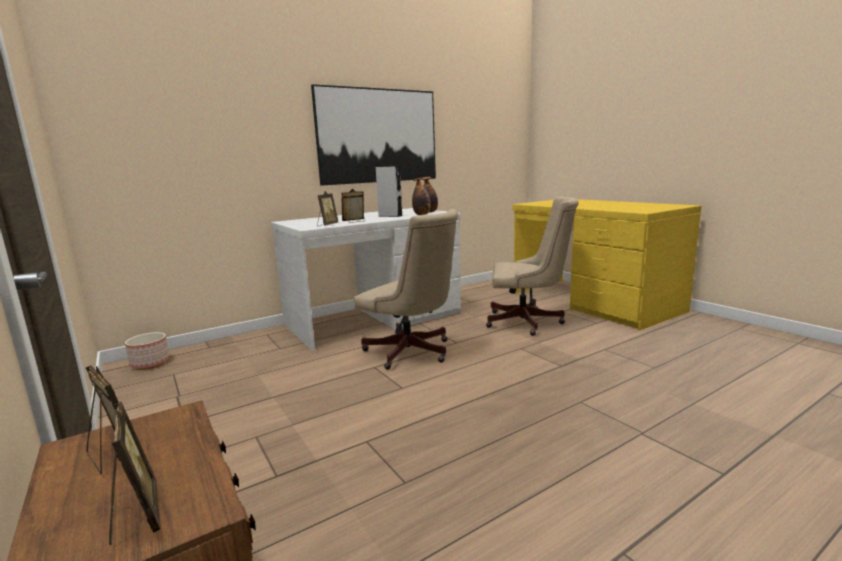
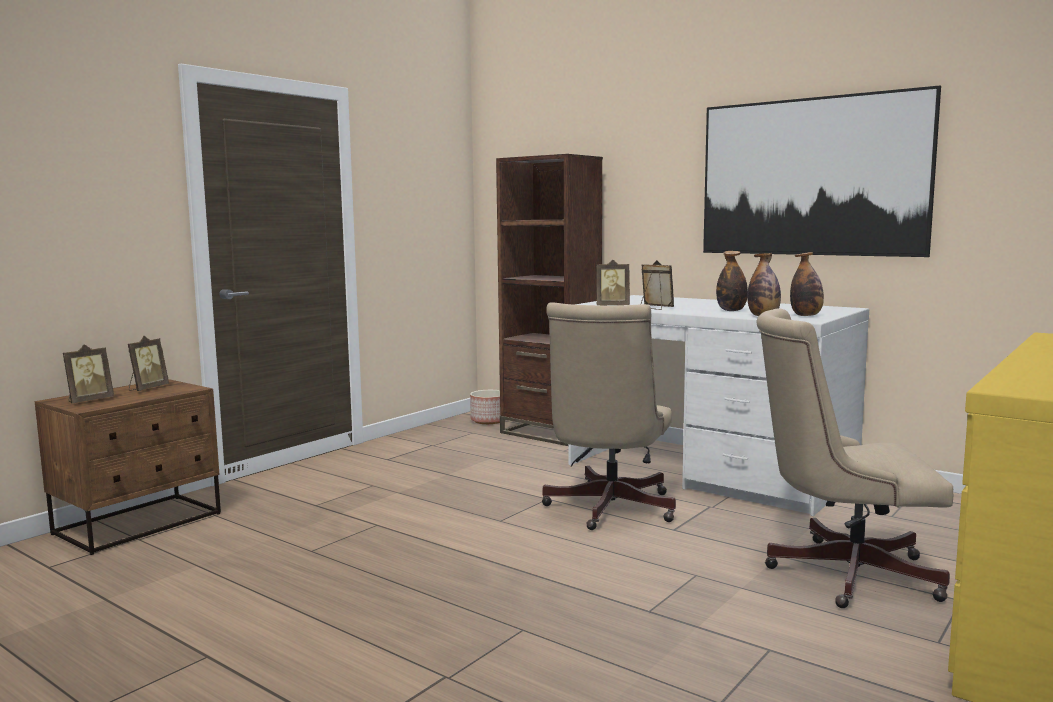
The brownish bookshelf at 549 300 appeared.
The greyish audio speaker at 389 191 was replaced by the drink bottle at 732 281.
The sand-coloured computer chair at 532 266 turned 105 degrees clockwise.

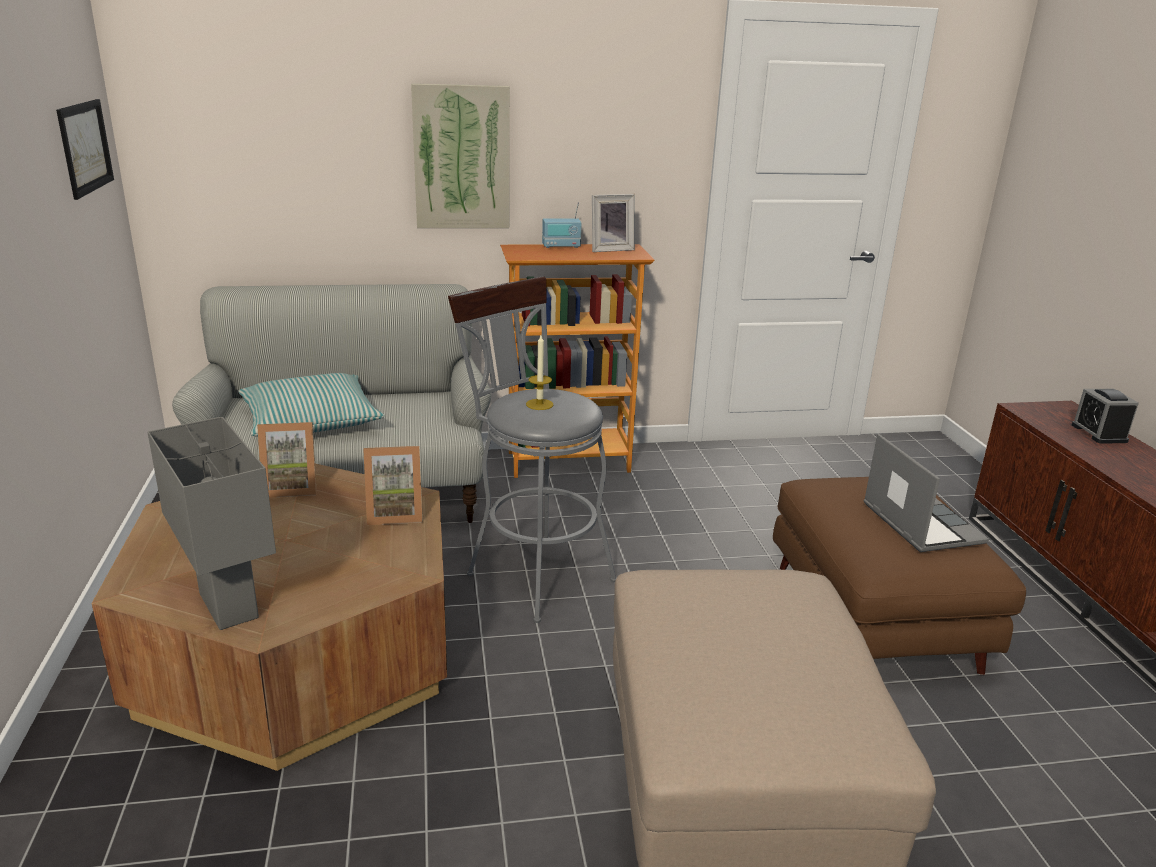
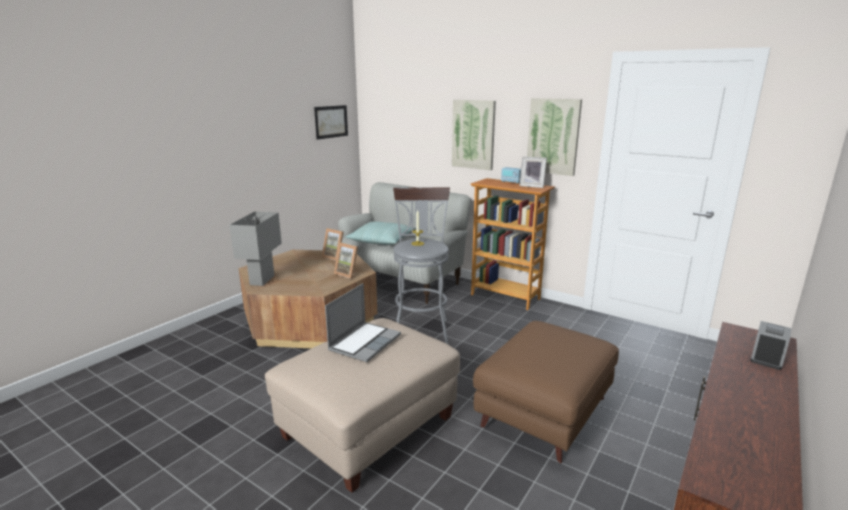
The picture at 554 137 appeared.
The portable computer moved from 926 493 to 363 322.

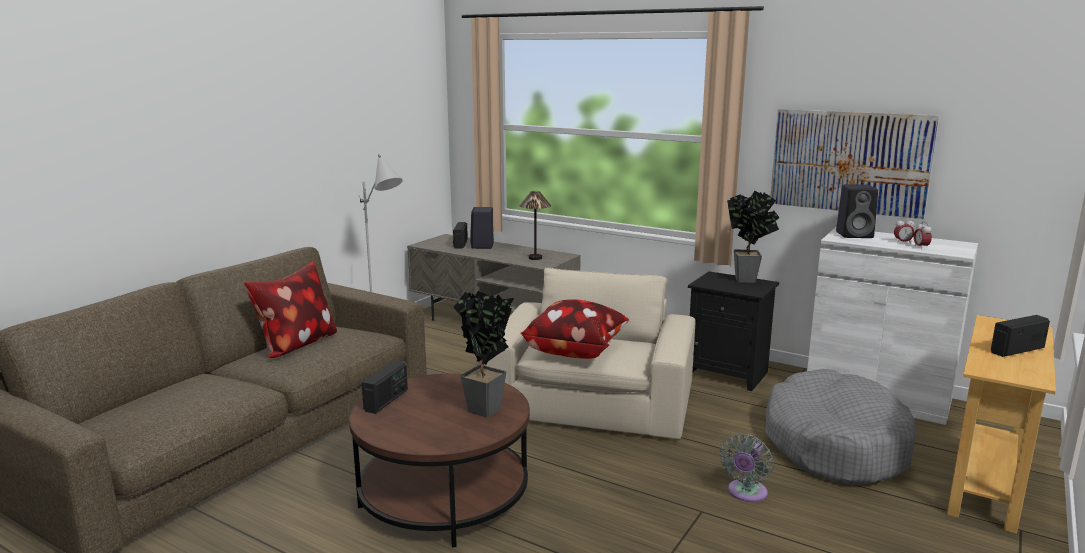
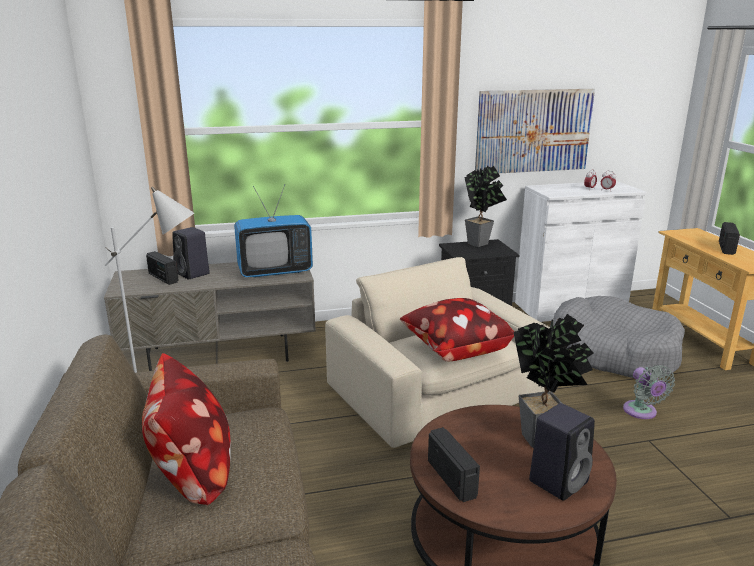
The black-coloured audio speaker moved from 857 211 to 562 452.
The lamp for a table at 535 225 was replaced by the television at 273 231.

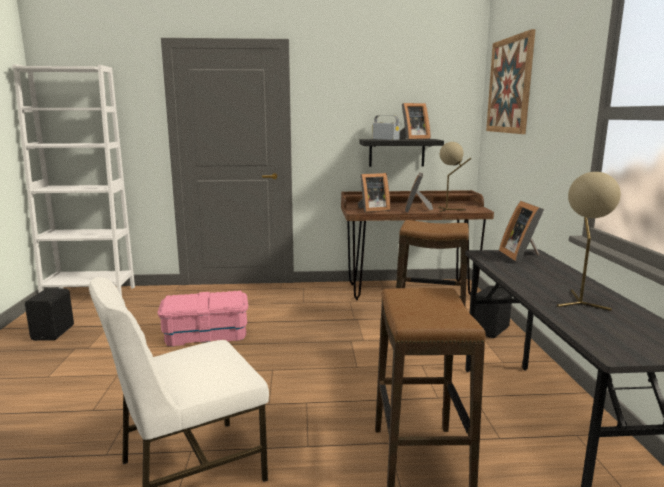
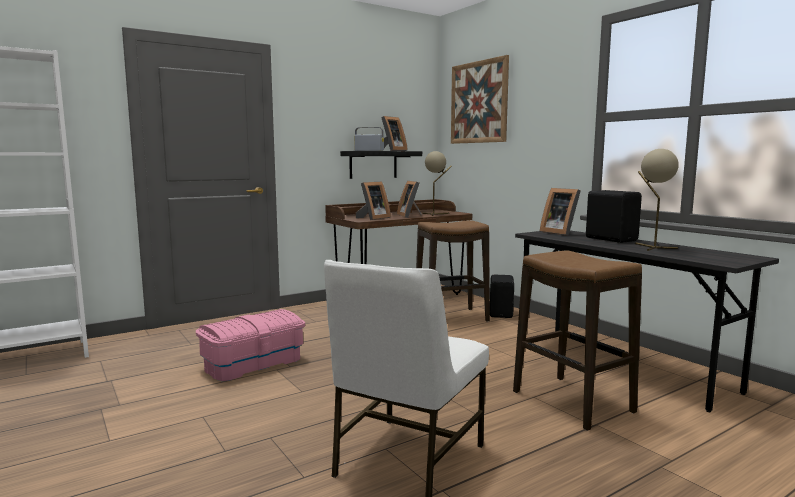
The black-coloured audio speaker moved from 49 314 to 614 216.

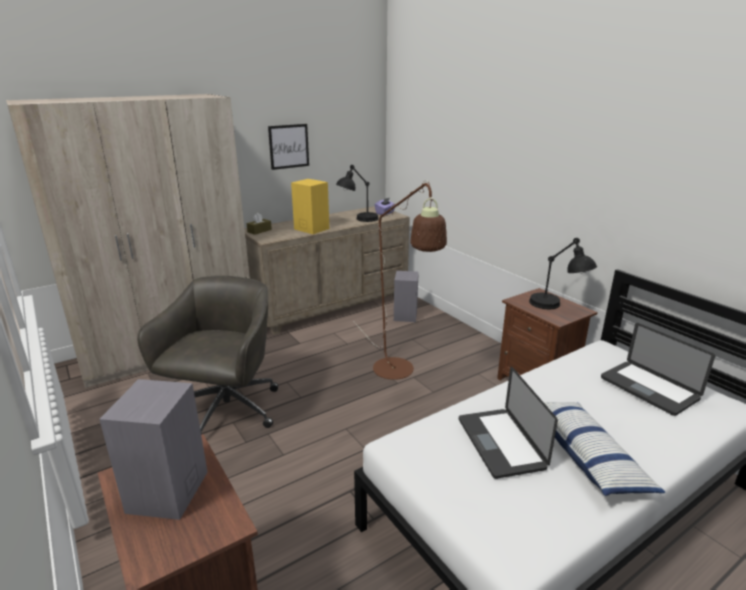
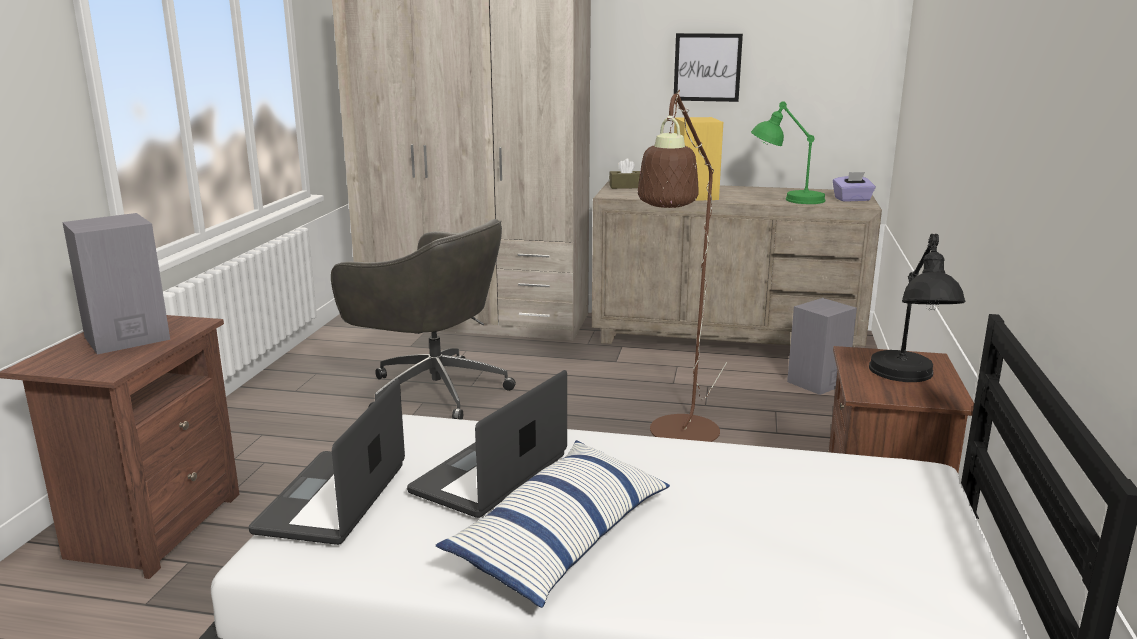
The portable computer moved from 658 369 to 327 462.
The black-coloured lamp for a table at 357 193 became the green lamp for a table at 788 152.
The greyish computer chair at 207 355 turned 60 degrees clockwise.

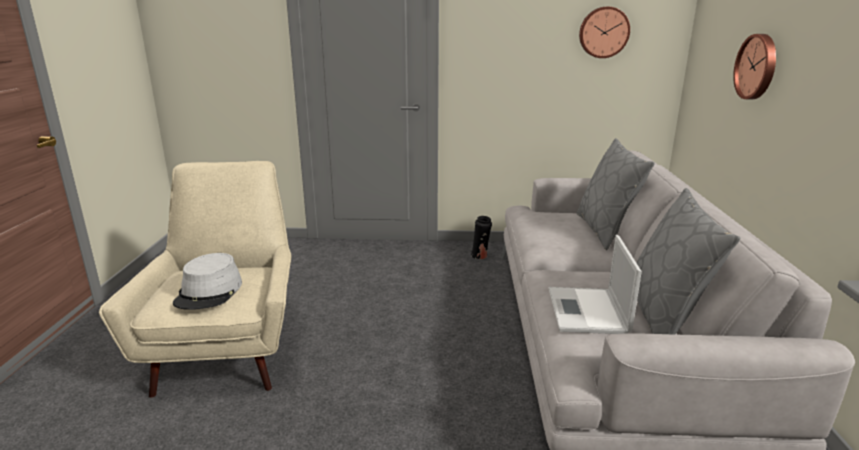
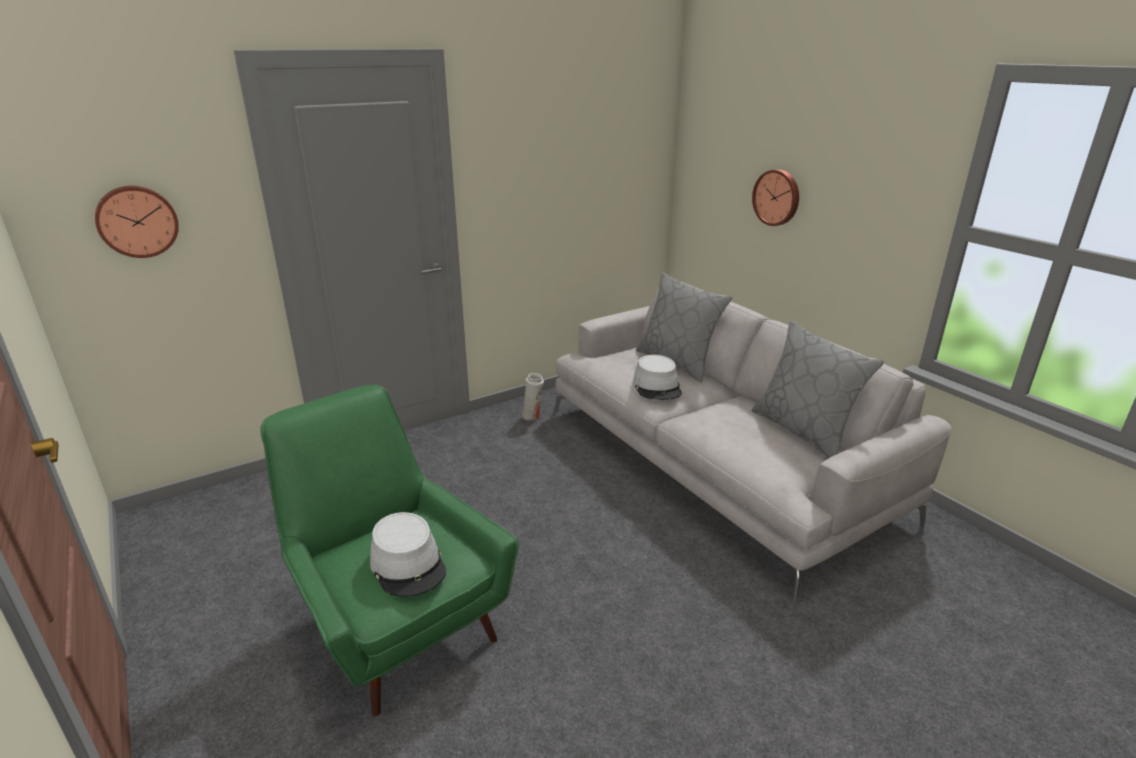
The portable computer at 595 284 disappeared.
The greyish wearable hat at 657 377 appeared.
The wall clock moved from 604 32 to 137 222.
The sand-coloured armchair at 195 279 became the green armchair at 390 551.
The black-coloured decorative vase at 481 237 became the whitish decorative vase at 533 396.

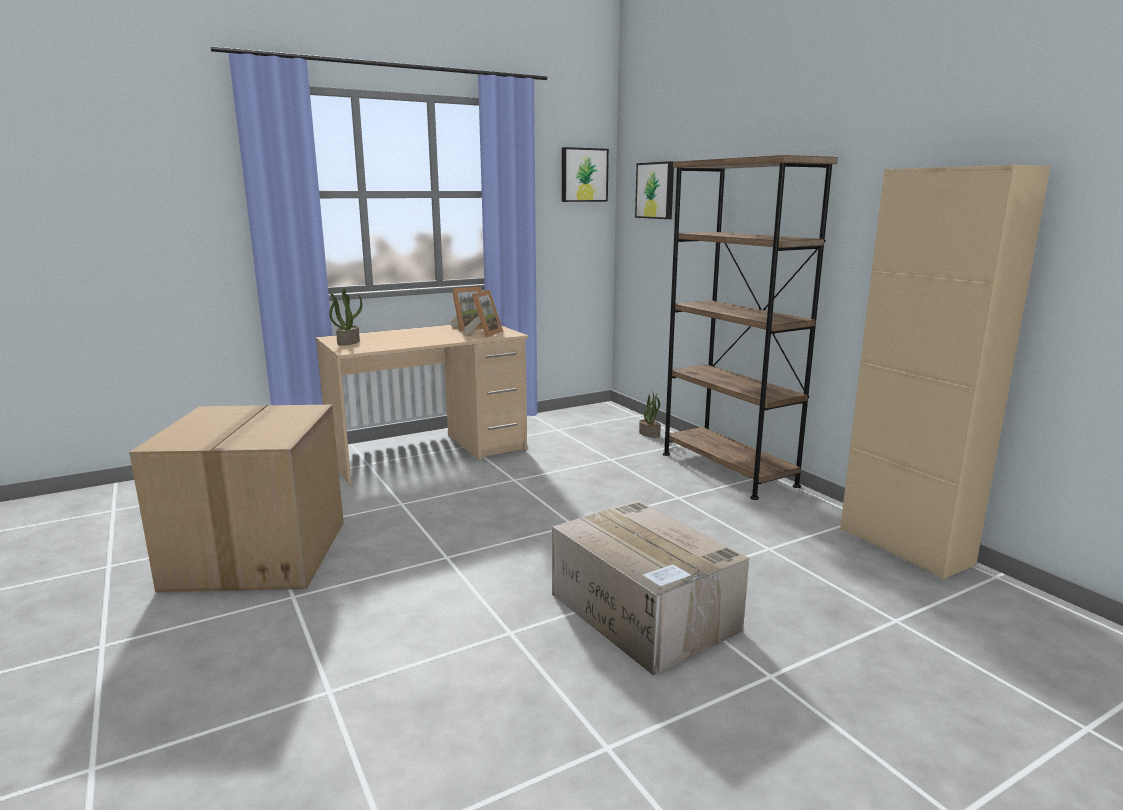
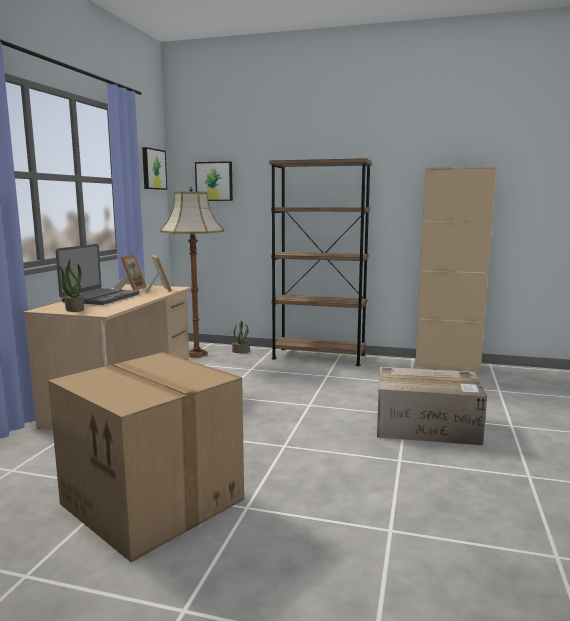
The portable computer at 97 274 appeared.
The standing lamp at 192 272 appeared.

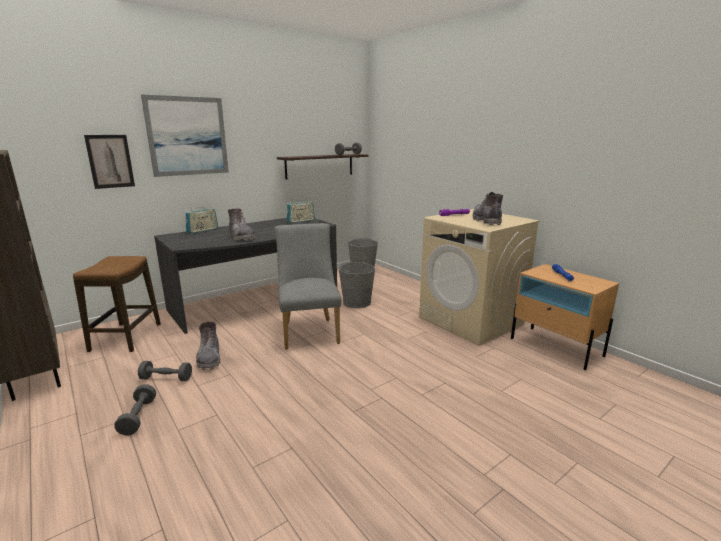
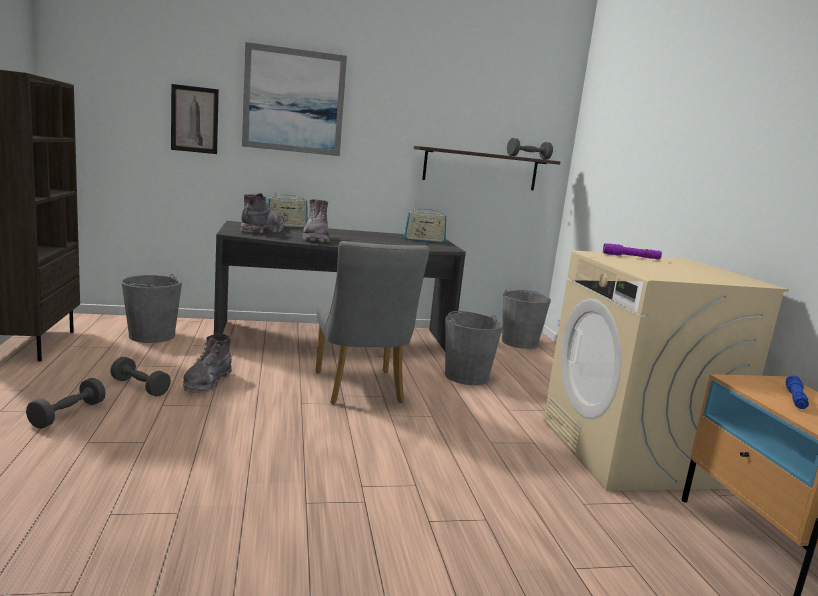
The greyish high-top boot moved from 488 208 to 262 213.
The stool at 117 304 was replaced by the greyish pail at 151 308.
The greyish plain chair at 308 286 turned 150 degrees clockwise.

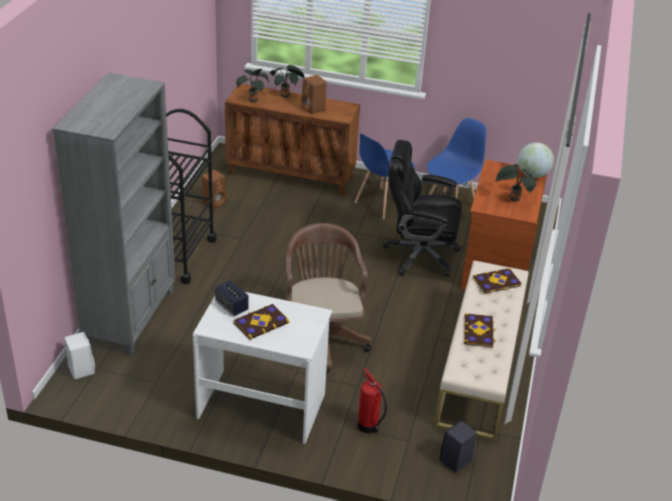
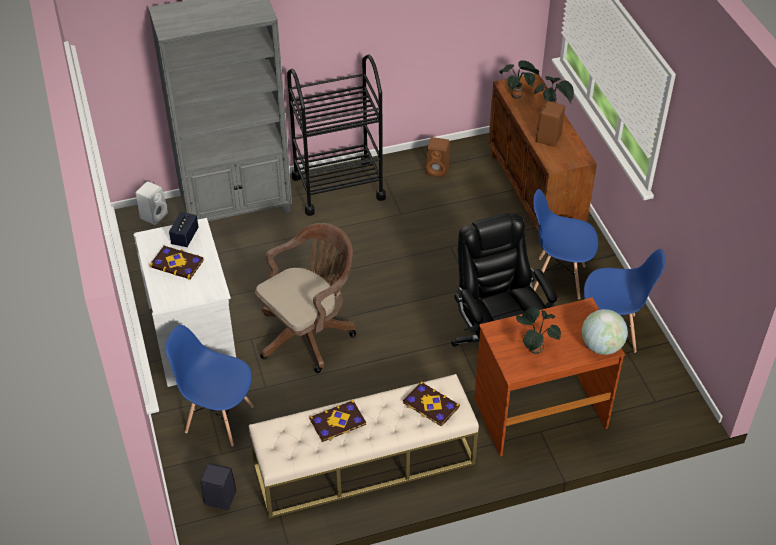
The fire extinguisher at 372 400 was replaced by the blue plain chair at 209 385.

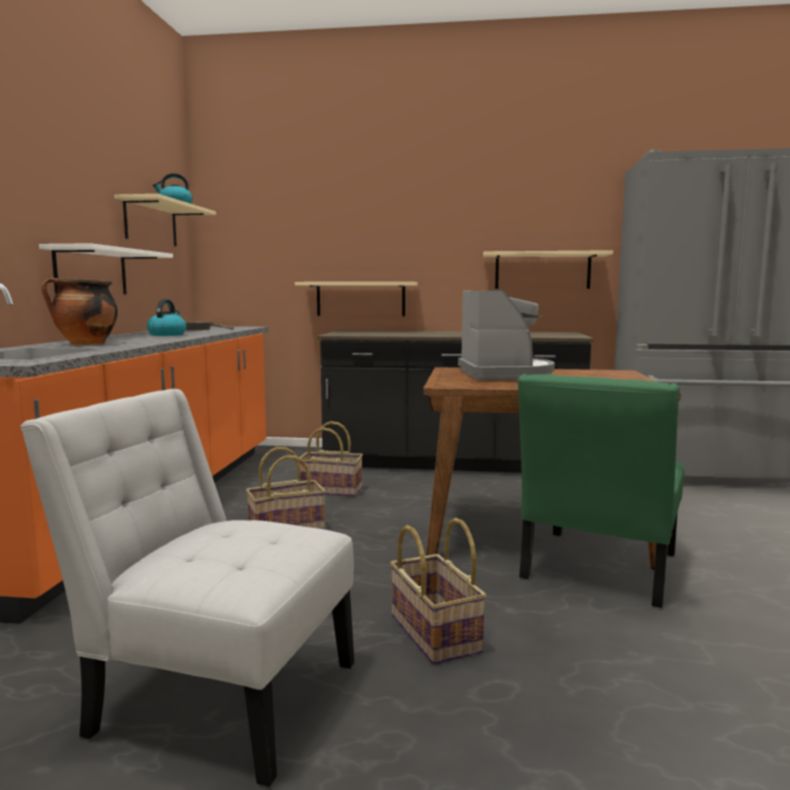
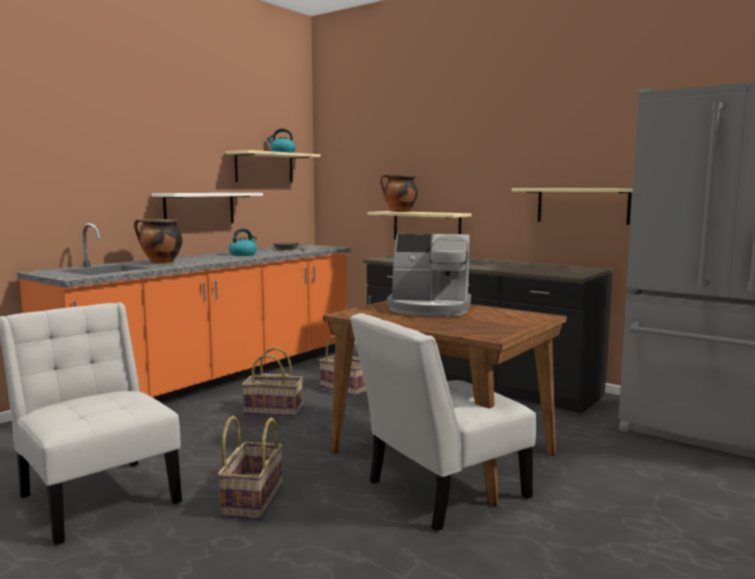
The saucepot at 399 193 appeared.
The green plain chair at 600 491 became the whitish plain chair at 443 422.
The coffee machine at 506 334 turned 75 degrees clockwise.

